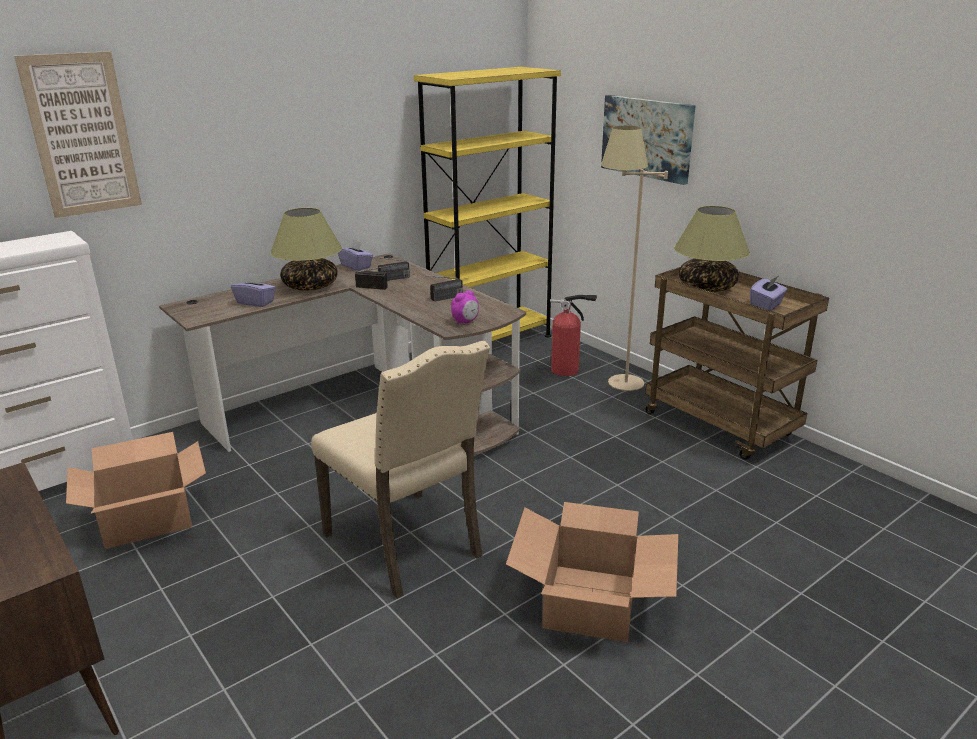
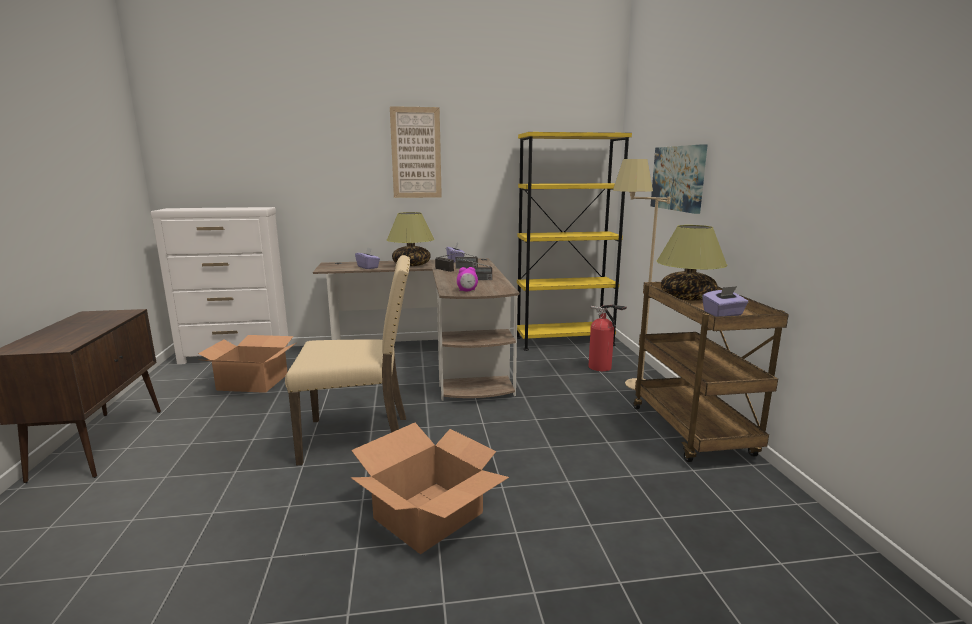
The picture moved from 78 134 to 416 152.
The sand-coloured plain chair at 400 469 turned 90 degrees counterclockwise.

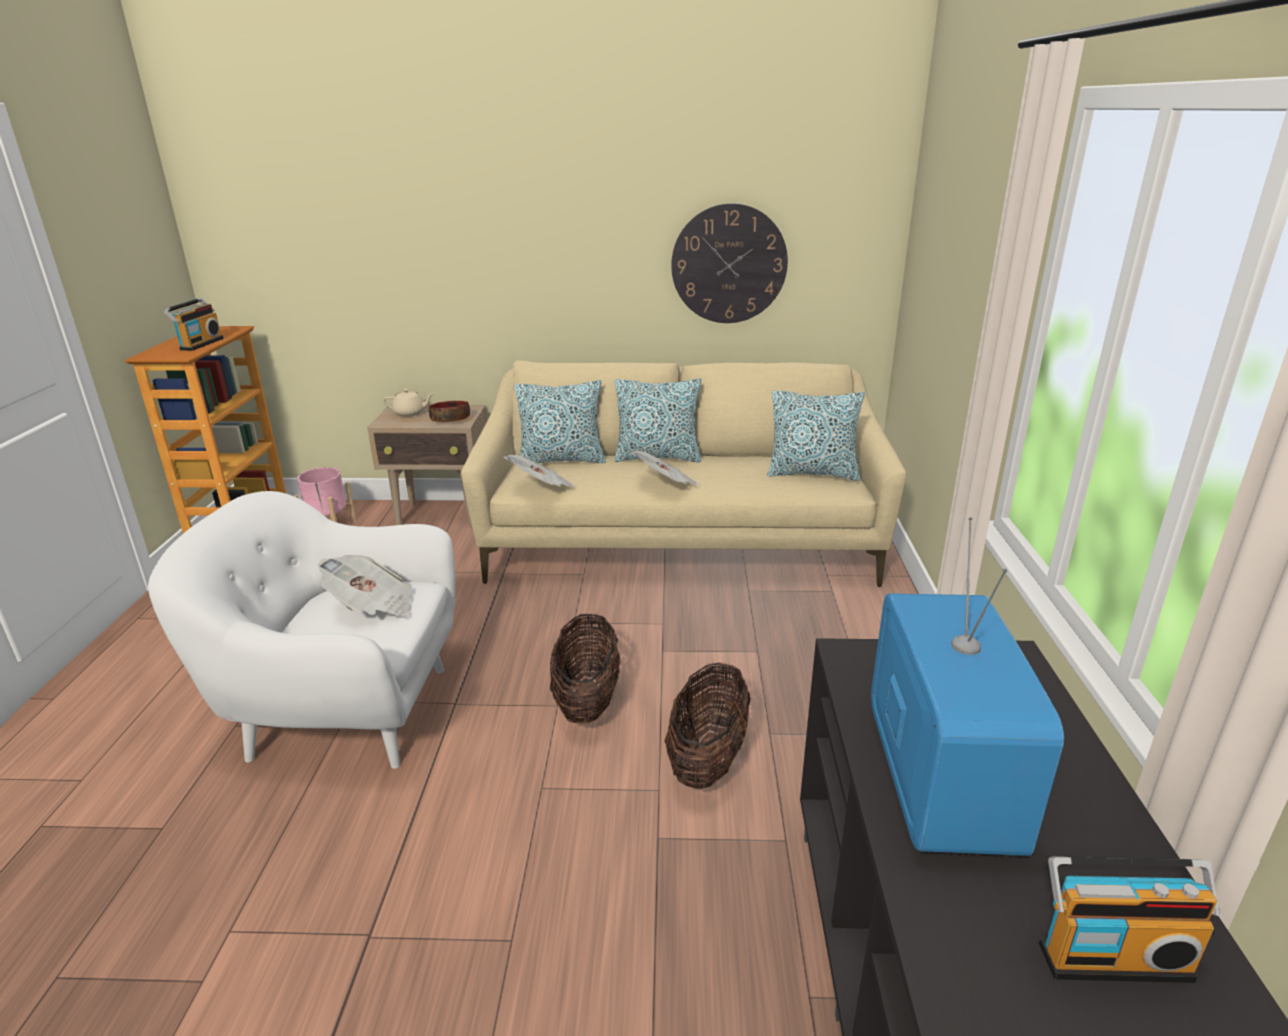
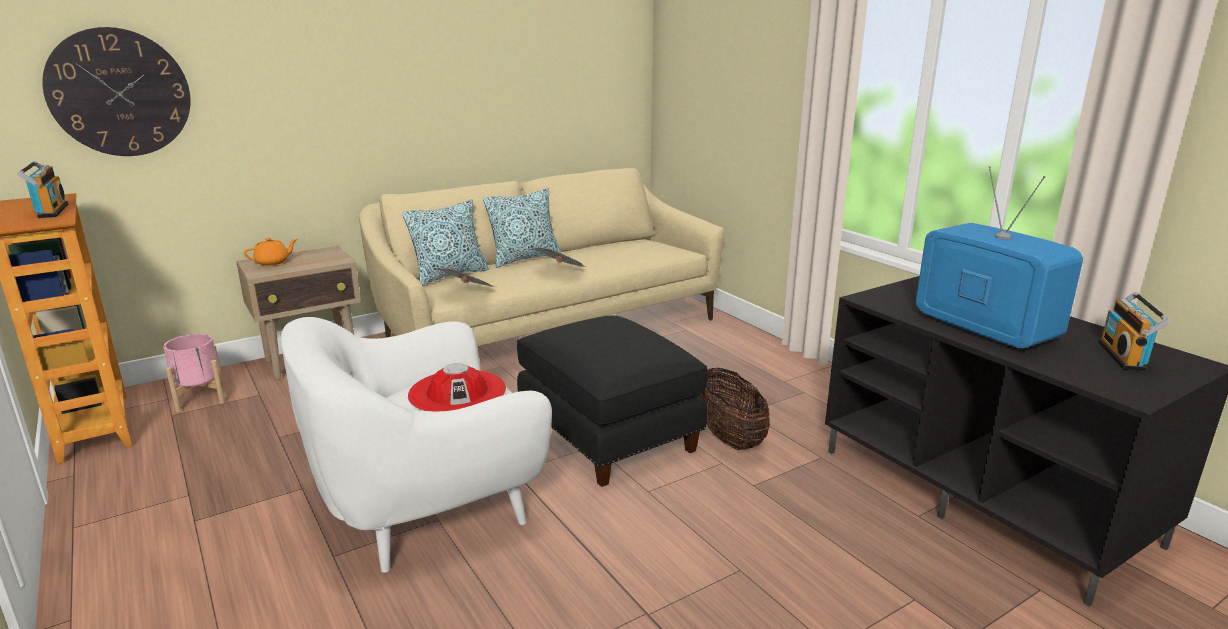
The serving bowl at 449 411 disappeared.
The throw pillow at 816 435 disappeared.
The wall clock moved from 729 263 to 116 91.
The printed paper at 364 586 was replaced by the red-coloured wearable hat at 457 387.
The storage basket at 585 668 was replaced by the black-coloured footrest at 612 401.
The sand-coloured tea pot at 408 403 became the orange tea pot at 270 252.
The radio set at 1130 919 turned 135 degrees clockwise.

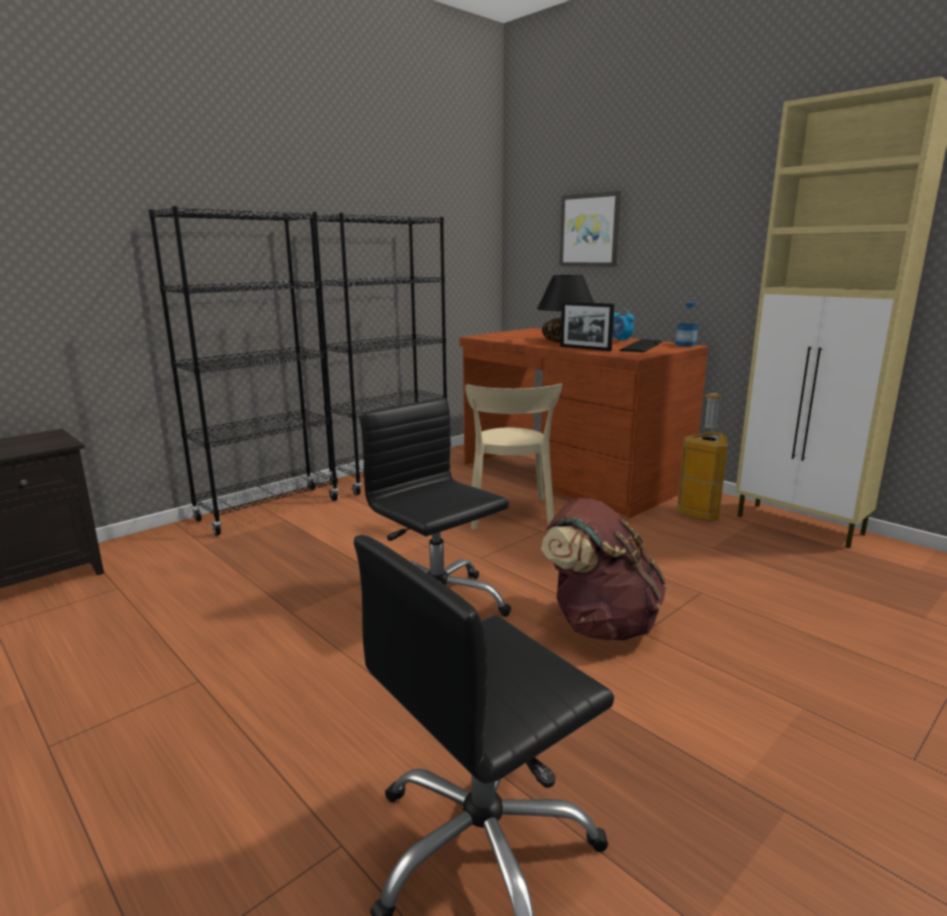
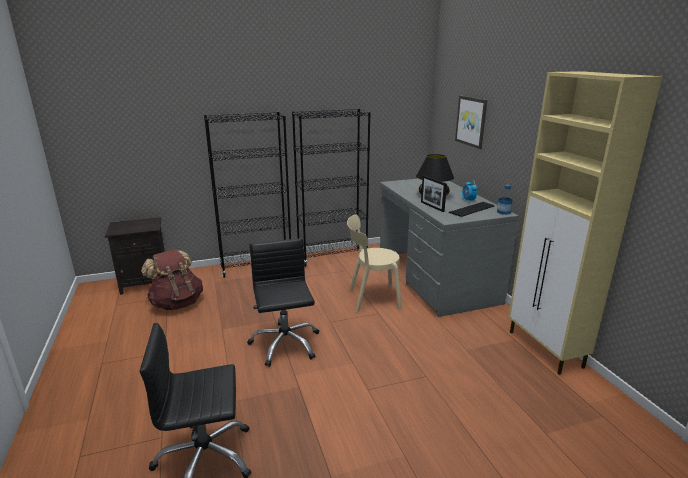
The trash can at 702 457 disappeared.
The brownish rucksack moved from 603 569 to 172 279.
The brownish desk unit at 584 423 became the greyish desk unit at 449 248.
The sand-coloured plain chair at 513 456 turned 60 degrees clockwise.

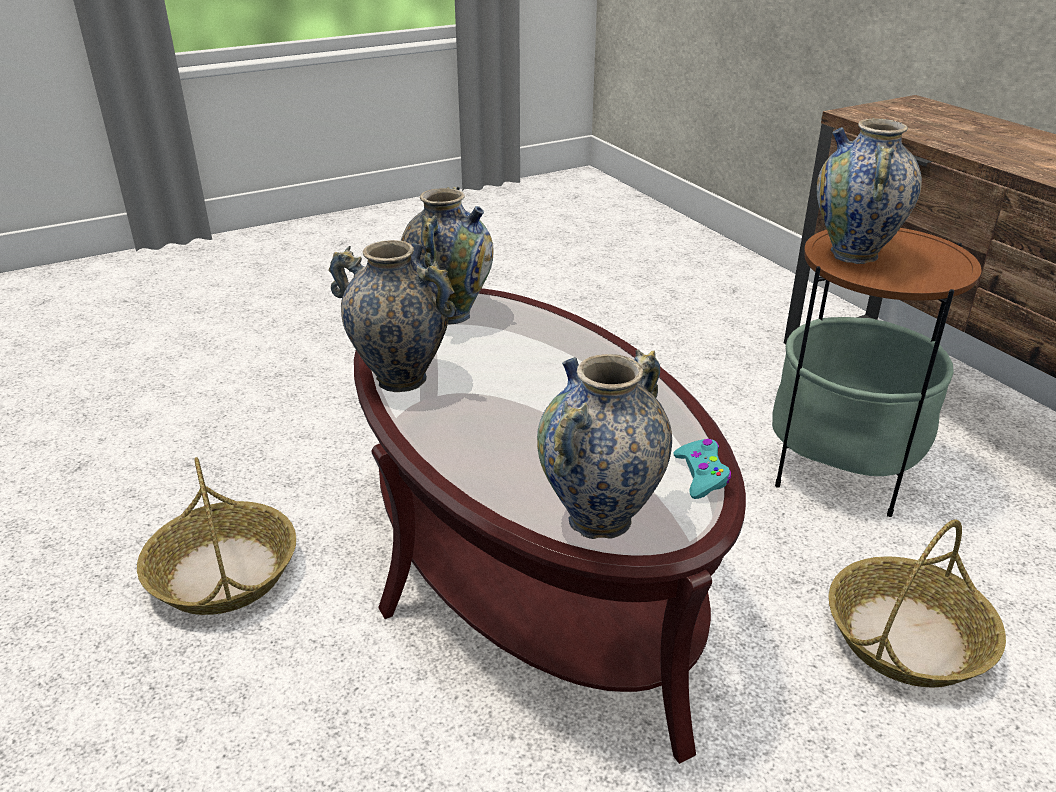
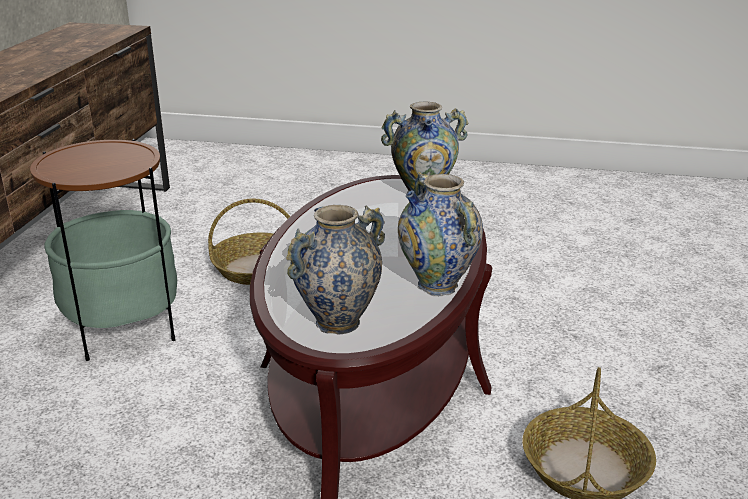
The blue-green joypad at 702 469 disappeared.
The decorative vase at 869 191 disappeared.

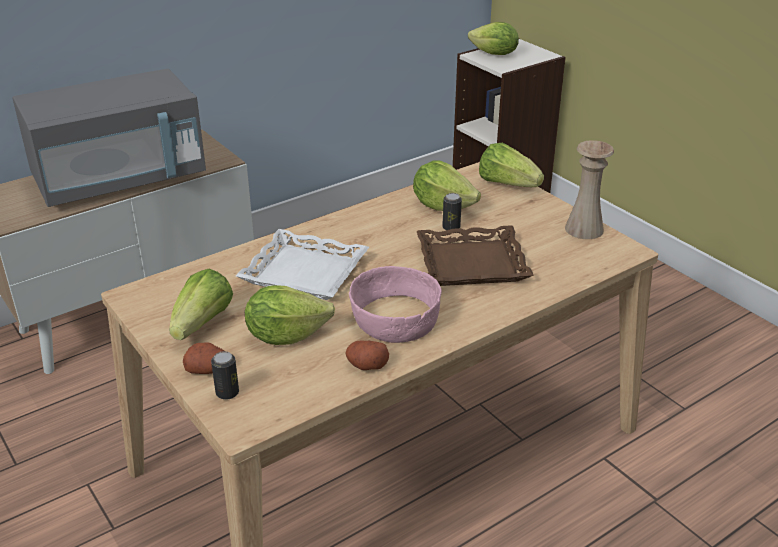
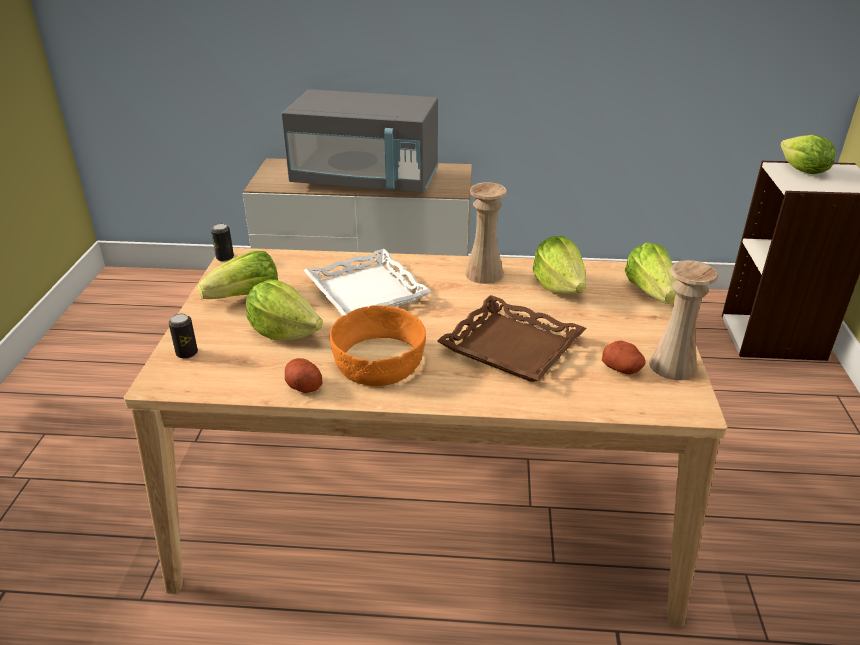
The sand-coloured decorative vase at 486 233 appeared.
The potato moved from 203 358 to 624 358.
The sealed can moved from 452 211 to 222 242.
The pinkish serving bowl at 395 304 became the orange serving bowl at 378 345.

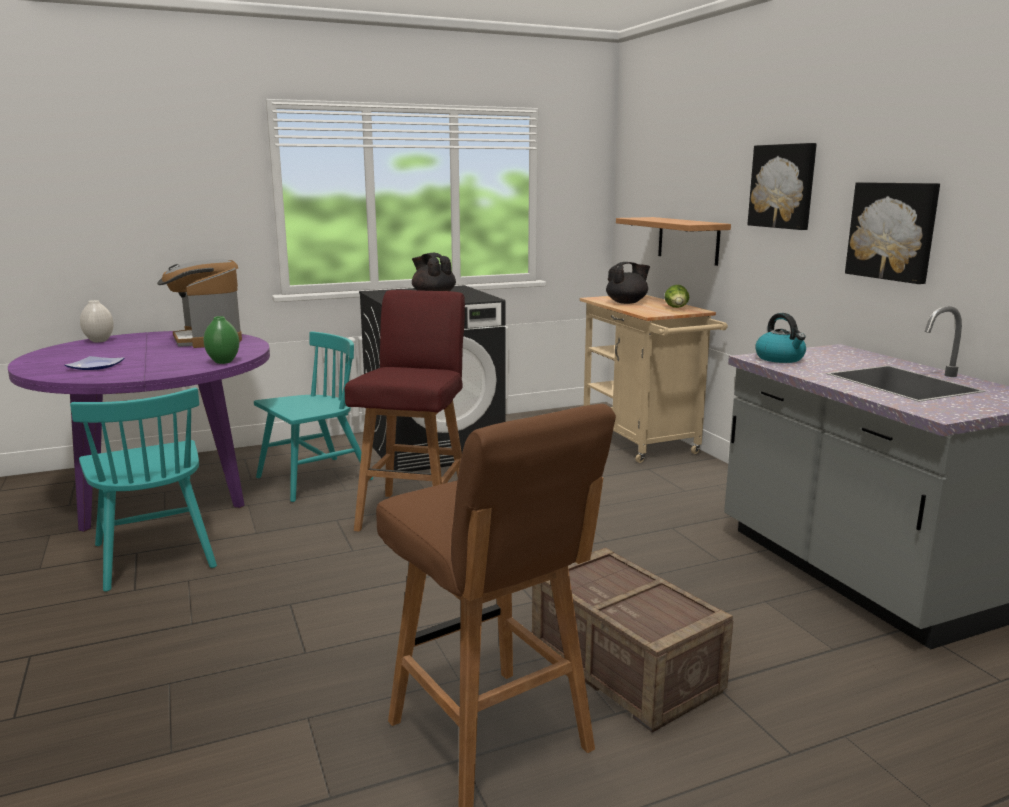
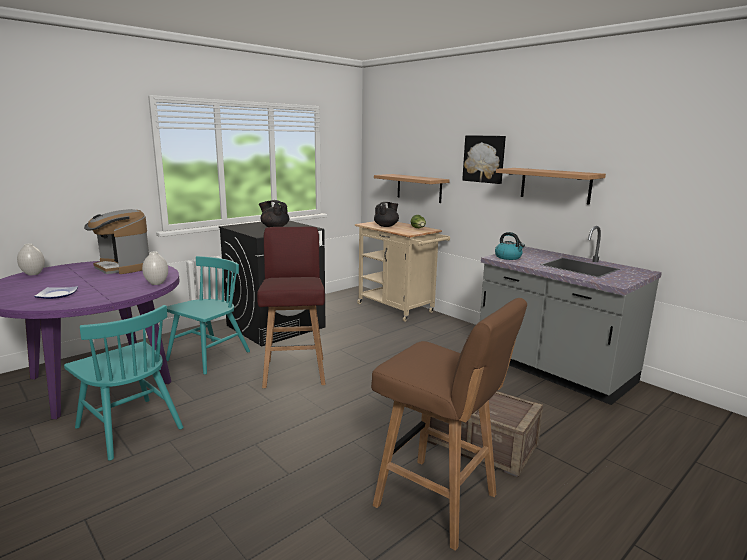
The picture at 892 233 was replaced by the bracket shelf at 551 186.
The green decorative vase at 221 340 became the whitish decorative vase at 155 268.

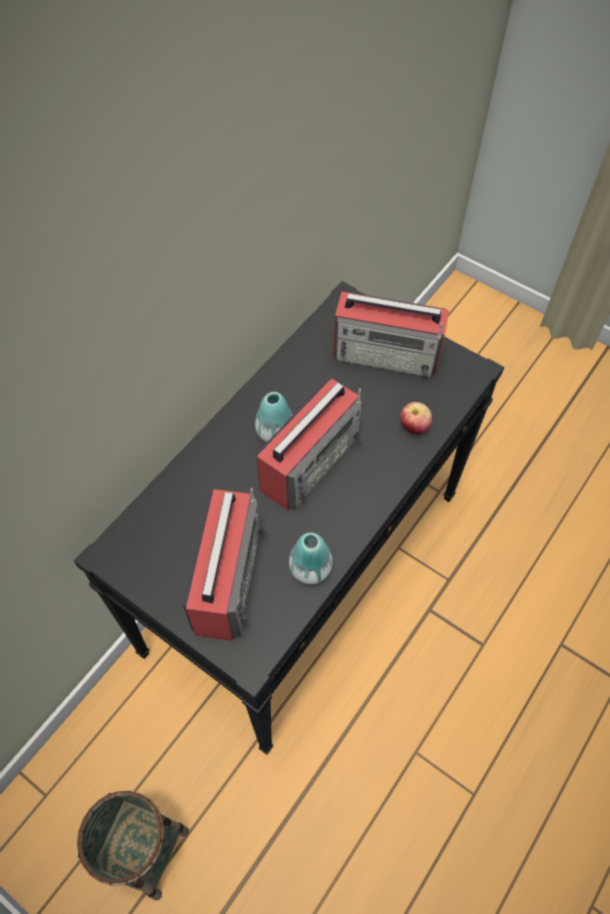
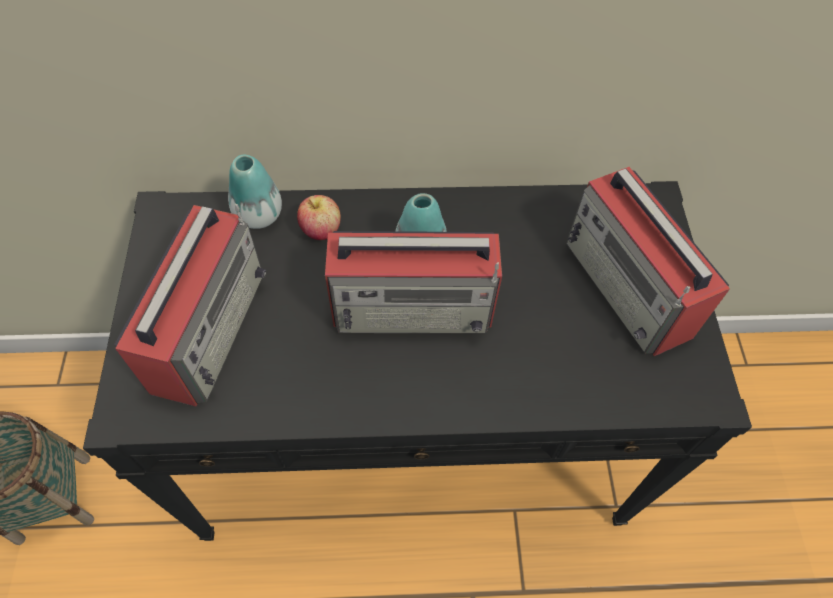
The decorative vase moved from 310 558 to 255 191.
The whole apple moved from 416 418 to 319 217.
The radio set at 224 564 turned 45 degrees counterclockwise.

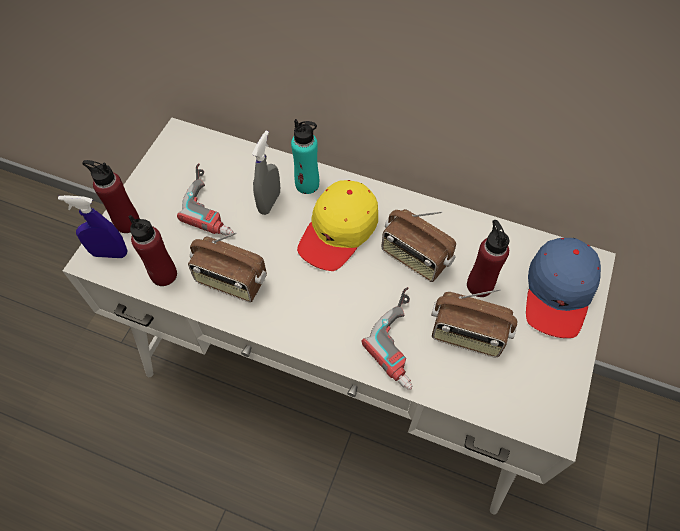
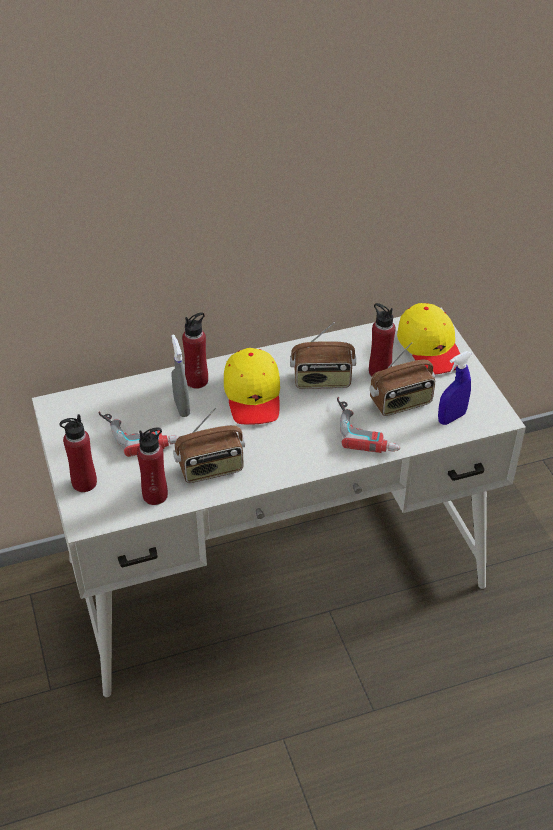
The blue sprayer moved from 92 226 to 455 388.
The blue-green drink bottle at 305 156 became the red-coloured drink bottle at 195 350.
The blue peaked cap at 563 288 became the yellow peaked cap at 428 338.

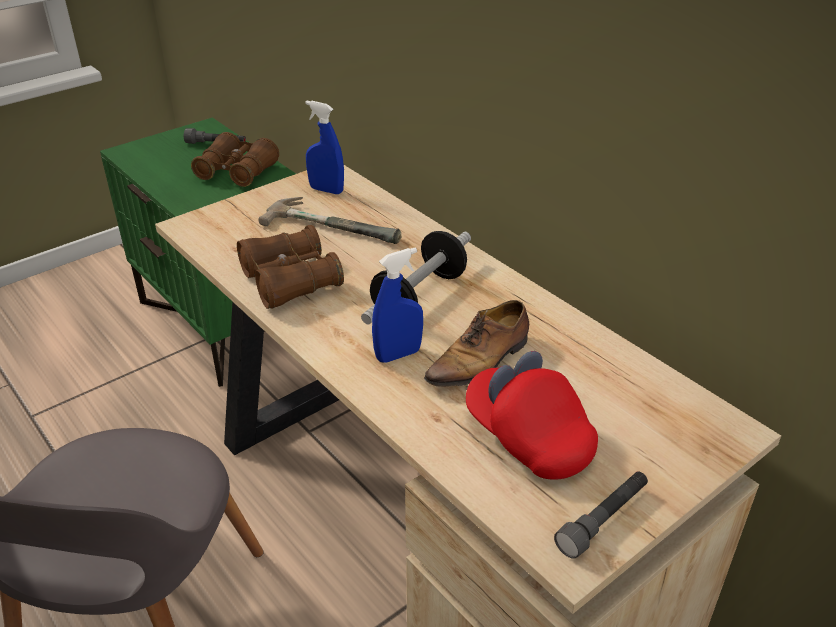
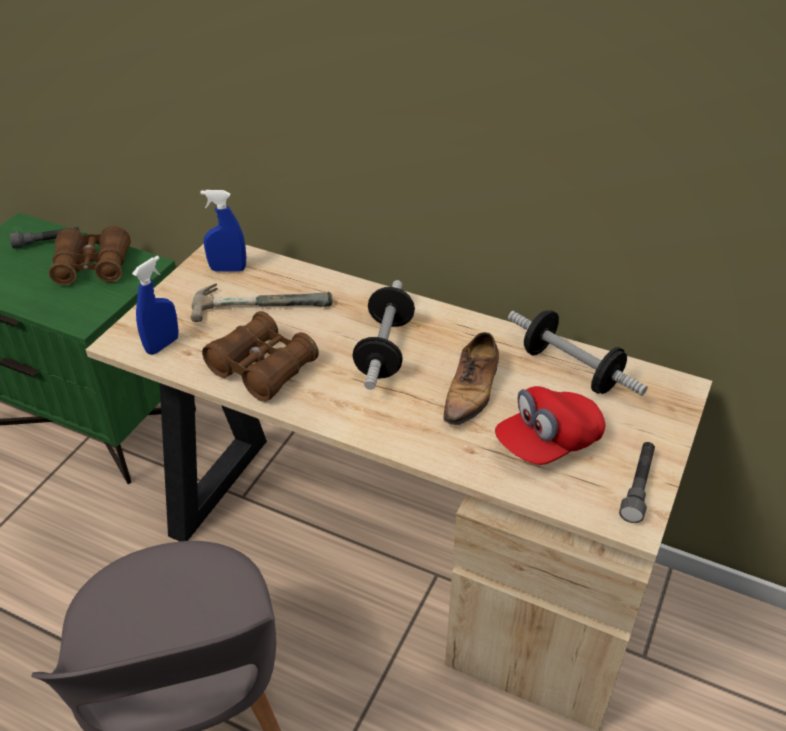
The hand weight at 578 353 appeared.
The blue sprayer moved from 397 305 to 155 305.
The red-coloured peaked cap at 532 415 turned 60 degrees counterclockwise.

